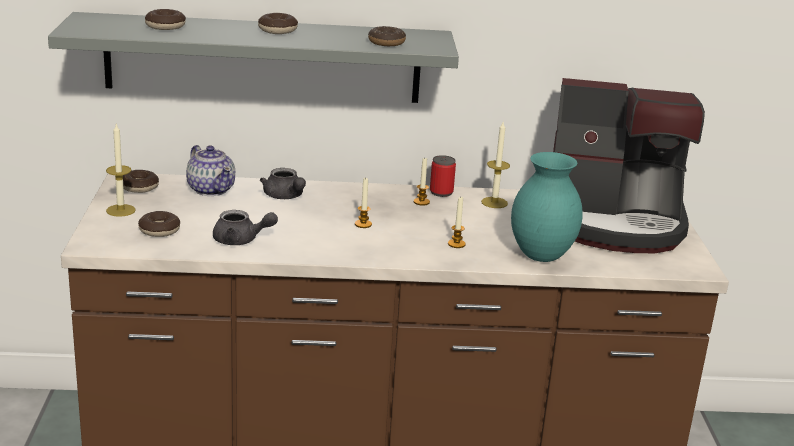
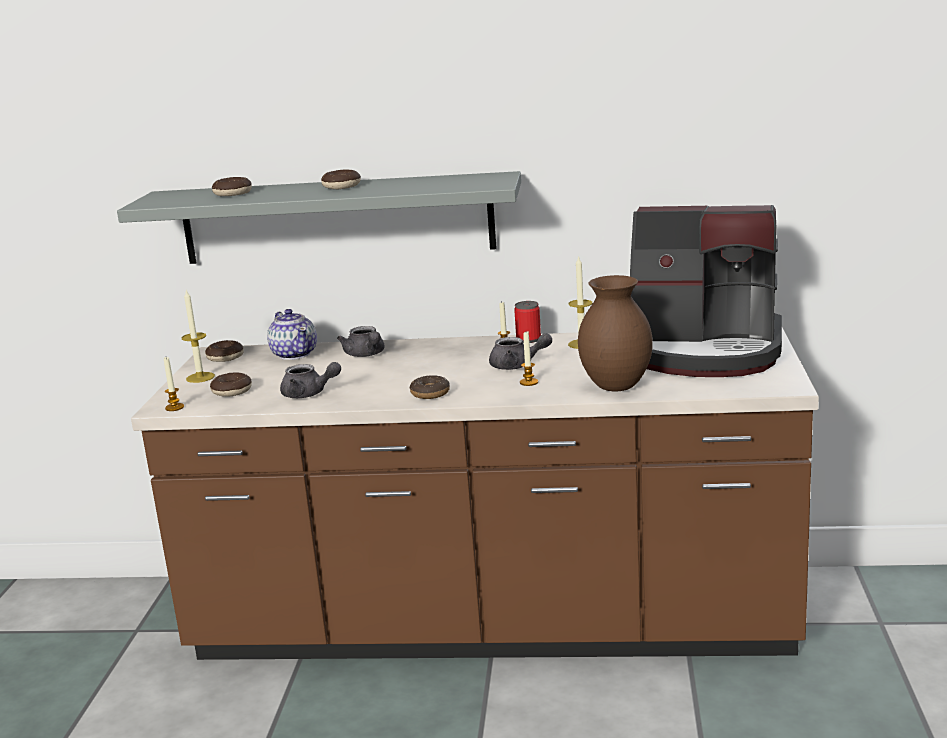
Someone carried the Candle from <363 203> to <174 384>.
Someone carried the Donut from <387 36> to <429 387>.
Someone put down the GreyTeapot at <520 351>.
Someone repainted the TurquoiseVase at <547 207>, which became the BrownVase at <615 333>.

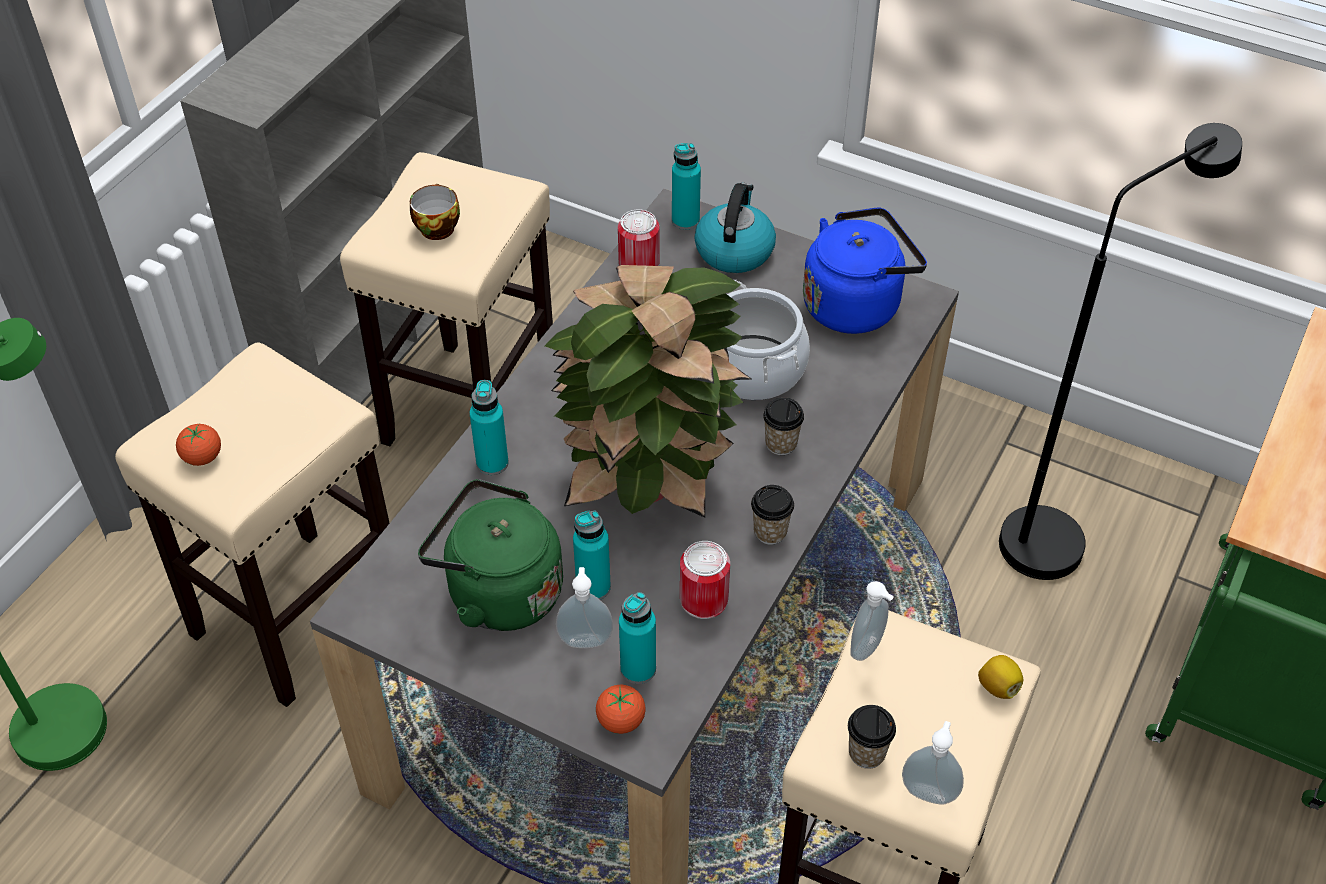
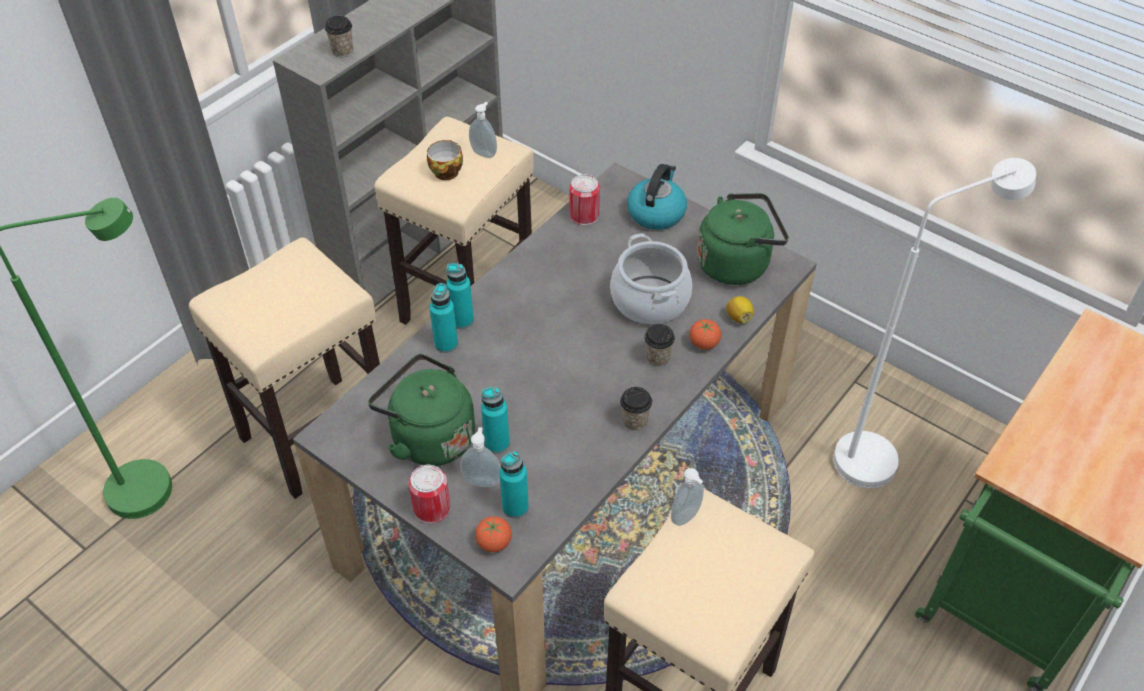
Someone carried the Cup from <872 737> to <339 36>.
Someone carried the Can from <705 580> to <429 494>.
Someone carried the TurquoiseBottle from <686 186> to <460 296>.
Someone carried the SoapDispenser from <933 762> to <483 130>.
Someone carried the Tomato from <198 445> to <705 334>.
Someone repainted the BlueKettle at <865 270>, which became the GreenKettle at <743 239>.
Someone carried the Lemon from <1000 677> to <740 309>.
Someone repainted the BlackFloorLamp at <1120 351>, which became the WhiteFloorLamp at <934 323>.
Someone took away the PottedPlant at <648 391>.

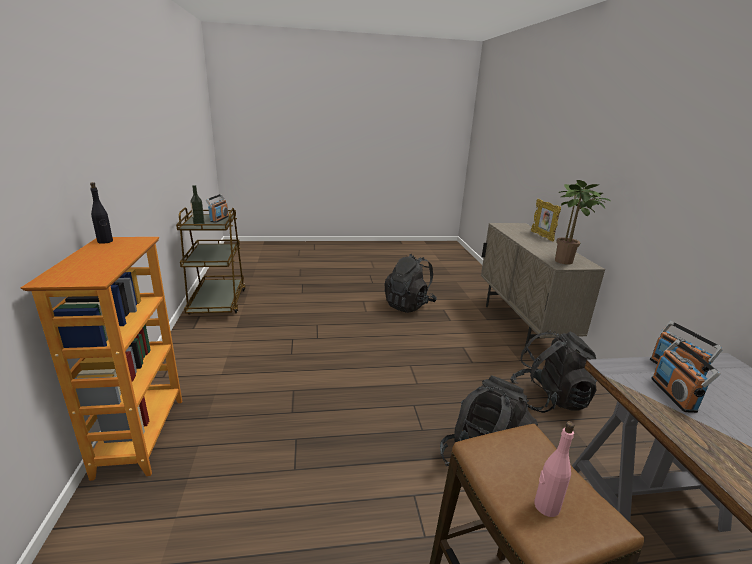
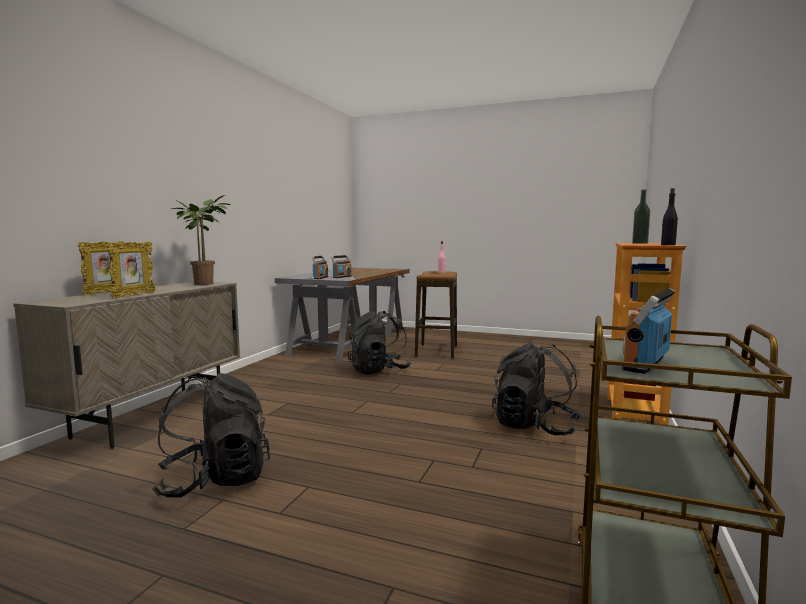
Someone put down the PictureFrame at <131 269>.
Someone carried the BlackBackpack from <553 372> to <537 389>.
Someone carried the Bottle from <197 204> to <641 217>.

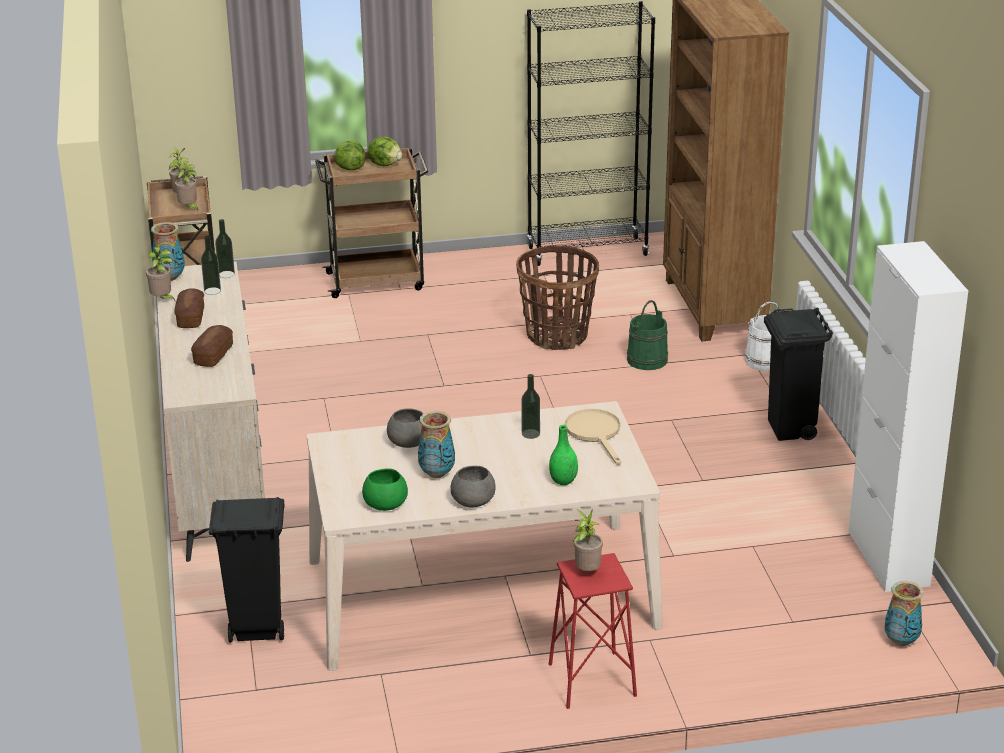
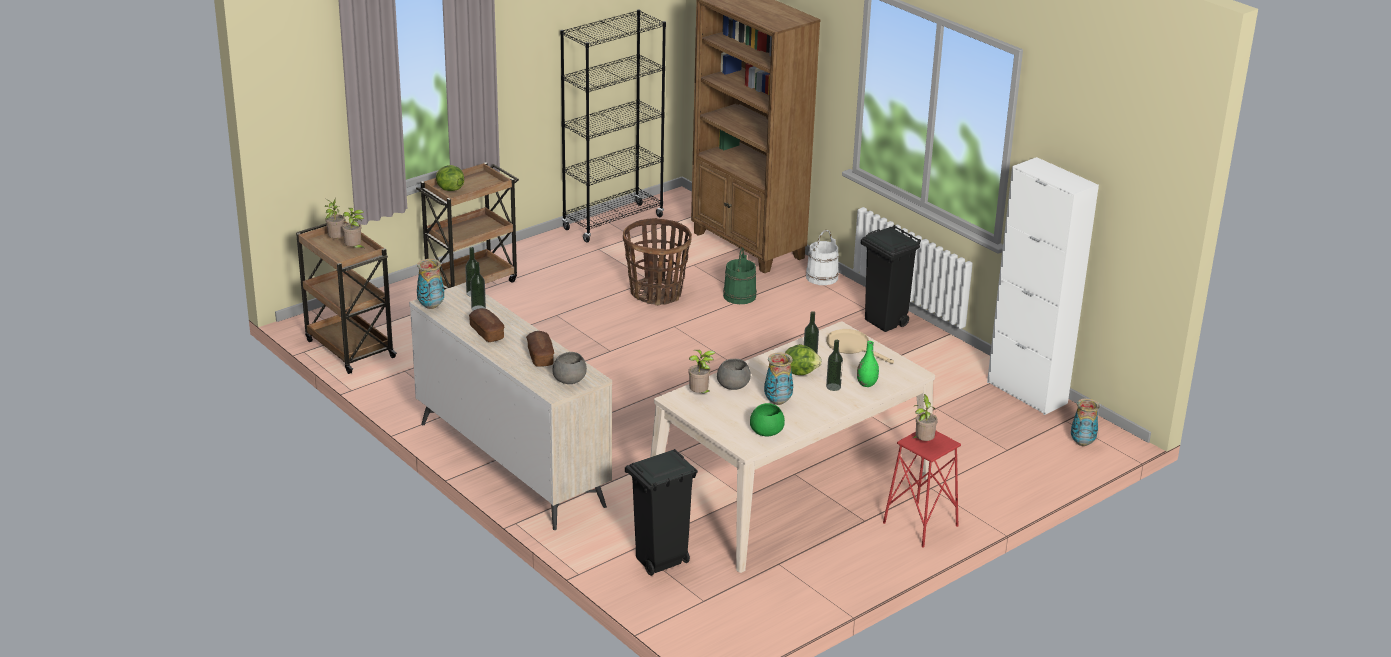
Someone carried the GreyBowl from <473 486> to <570 368>.
Someone carried the PottedPlant from <161 274> to <701 371>.
Someone carried the Lettuce from <384 151> to <803 359>.
Someone put down the Bottle at <834 365>.

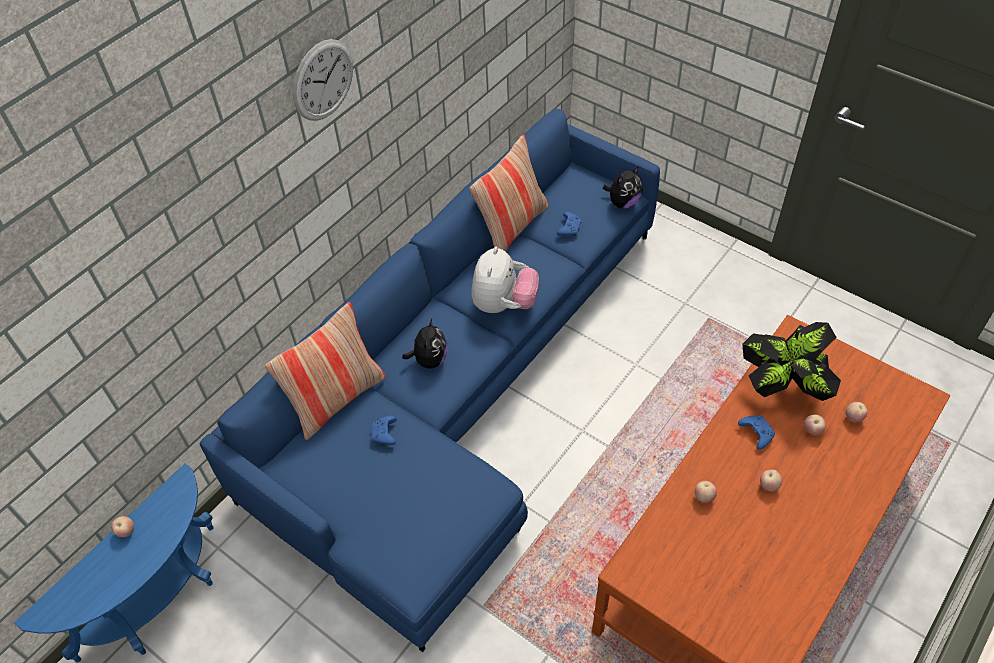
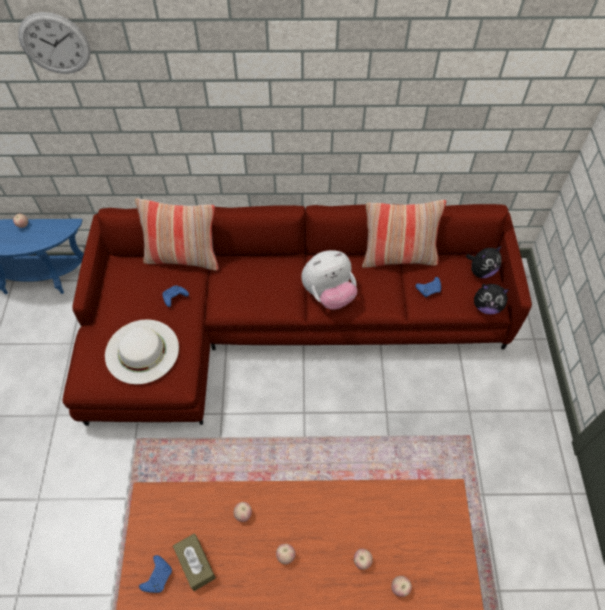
Someone carried the WallClock from <323 80> to <54 43>.
Someone repainted the BlueSofa at <430 380>, which became the RedSofa at <297 315>.
Someone put down the WhiteHat at <142 352>.
Someone carried the BlueGameController from <756 432> to <155 574>.
Someone put down the BrownTissueBox at <194 562>.
Someone carried the PlushToy from <424 343> to <484 262>.
Someone took away the PottedPlant at <792 361>.

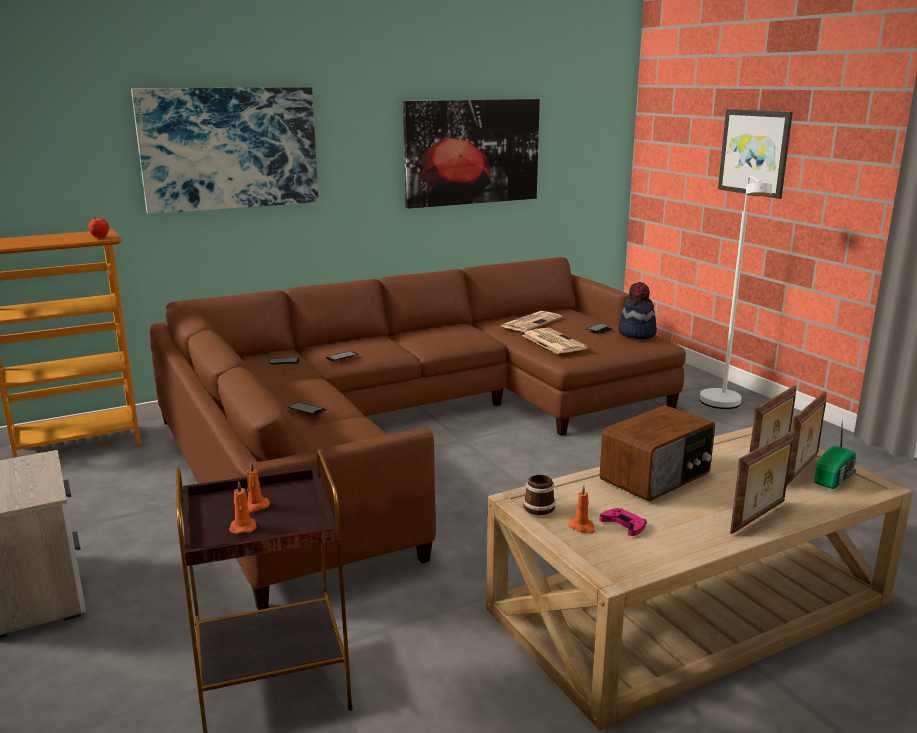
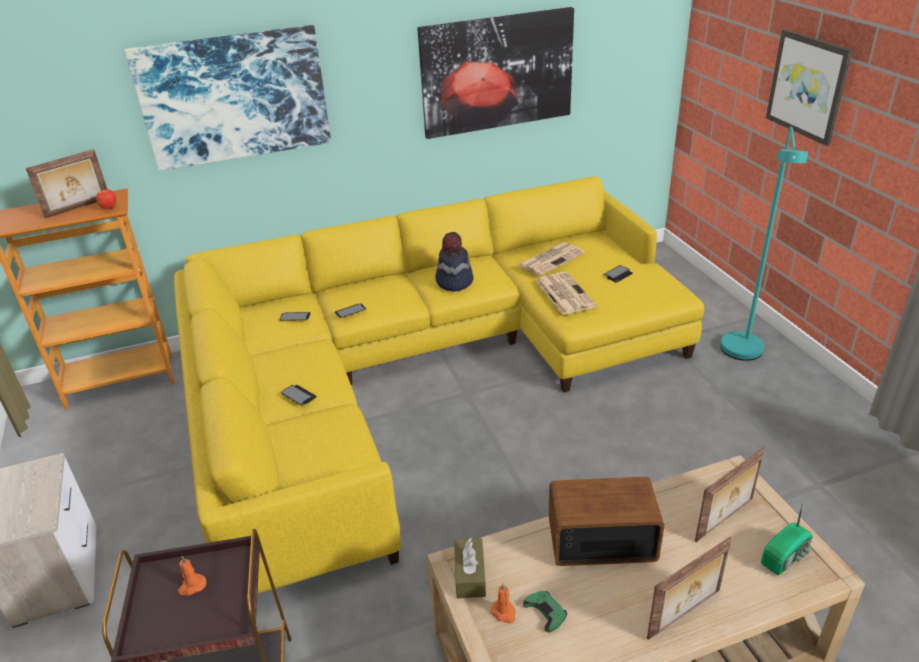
Someone carried the PictureFrame from <806 438> to <66 184>.
Someone repainted the BrownSofa at <418 433>, which became the YellowSofa at <439 385>.
Someone carried the Hat from <637 310> to <454 262>.
Someone swapped the Mug at <539 494> for the BrownTissueBox at <470 568>.
Someone repainted the PinkGameController at <623 522>, which became the GreenGameController at <545 611>.
Someone rotated the Radio at <657 453> by 150 degrees counterclockwise.
Someone repainted the WhiteFloorLamp at <736 292>, which became the TurquoiseFloorLamp at <764 243>.
Someone took away the OrangeCandle at <243 507>.

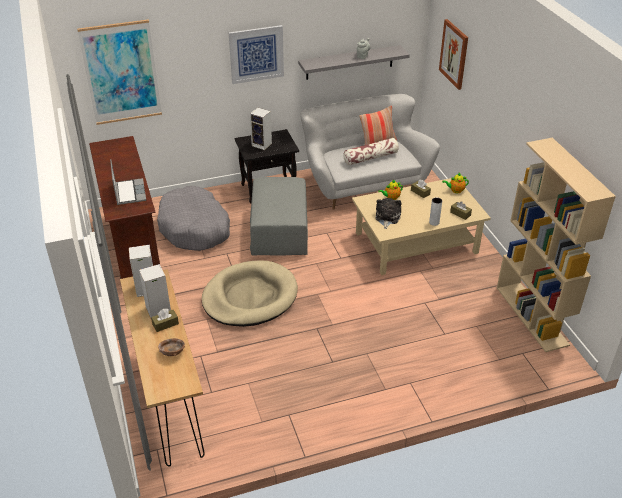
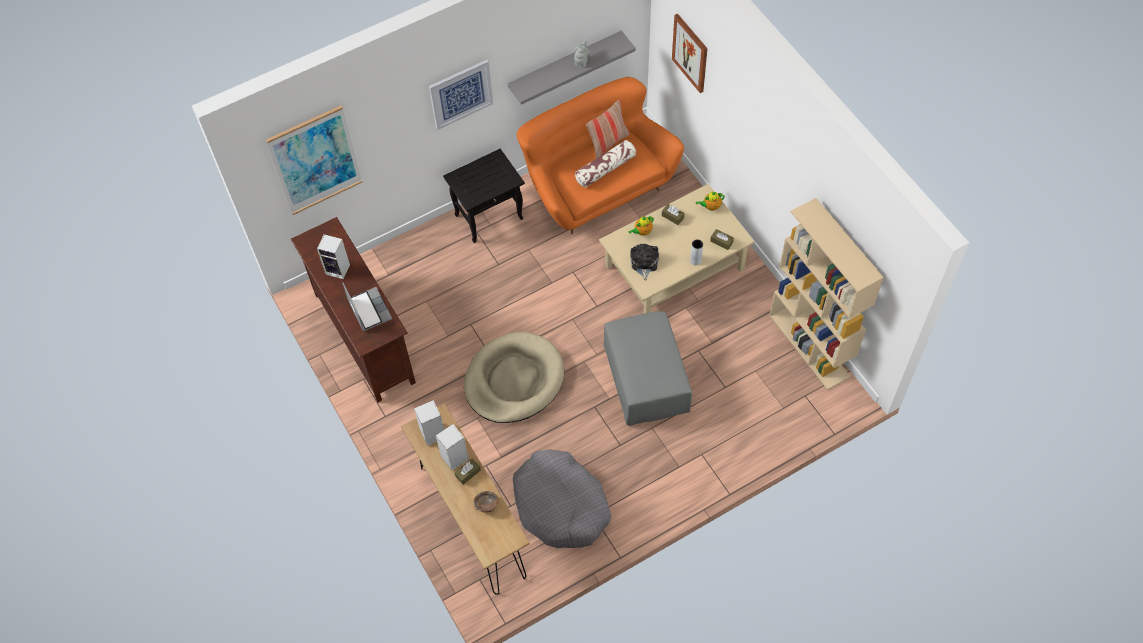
Someone carried the Speaker from <261 128> to <333 256>.
Someone carried the GreyDogBed from <193 218> to <562 498>.
Someone repainted the WhiteSofa at <370 152>, which became the OrangeSofa at <600 155>.
Someone carried the GreyOttoman from <279 216> to <647 368>.

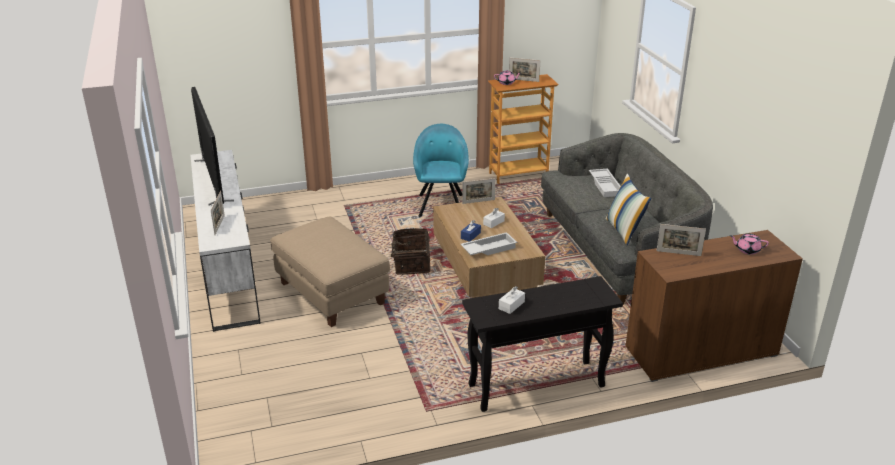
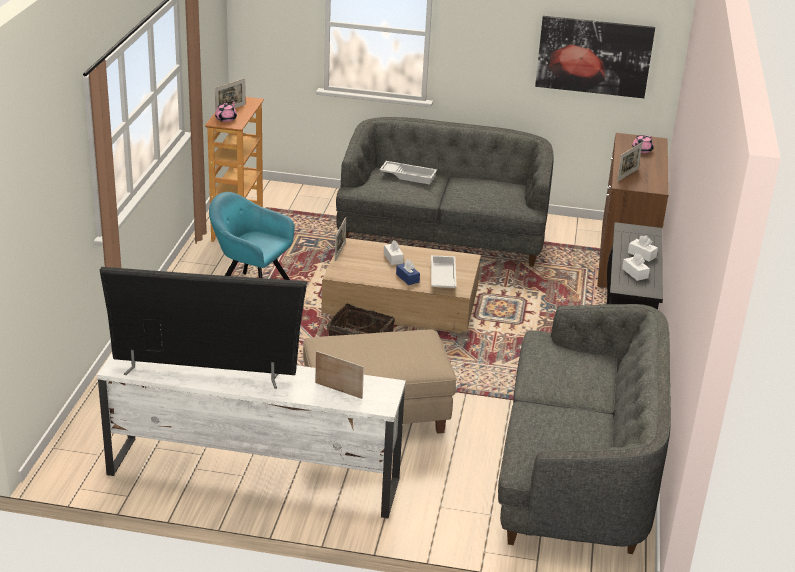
Someone put down the GreySofa at <584 429>.
Someone put up the Picture at <595 57>.
Someone put down the WhiteTissueBox at <643 248>.
Someone took away the Pillow at <628 209>.

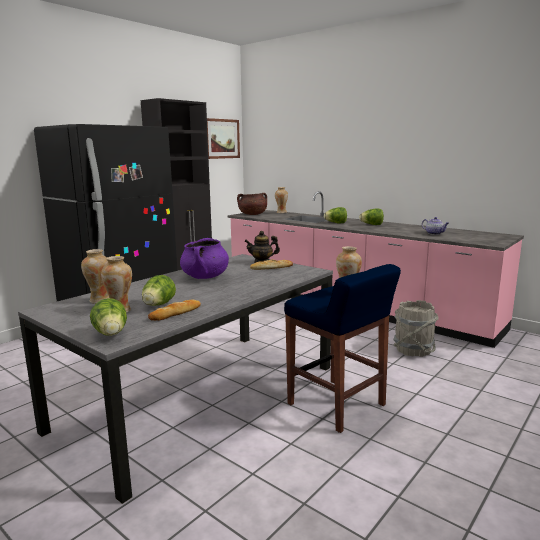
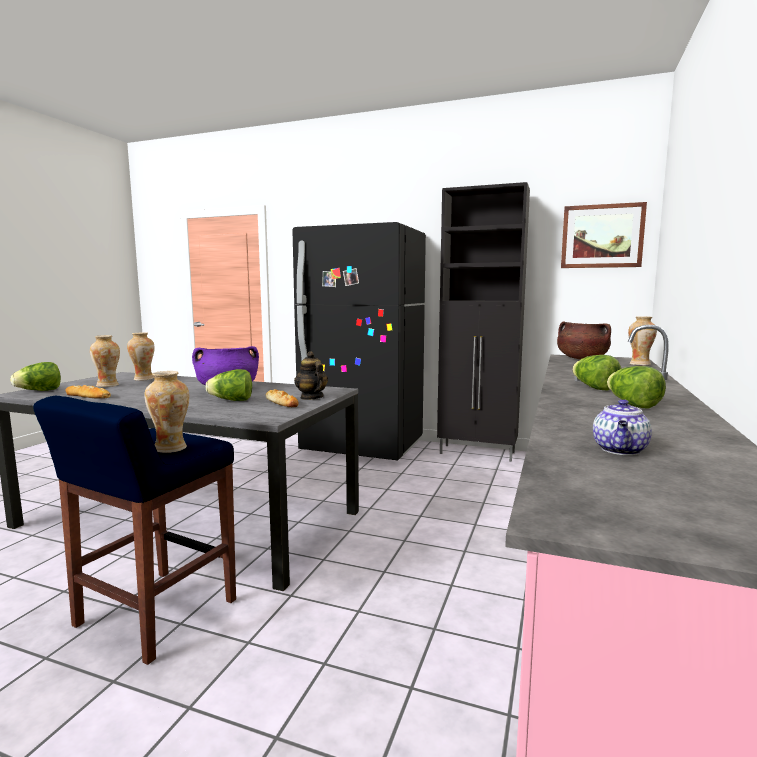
Someone carried the Lettuce from <159 290> to <229 385>.
Someone took away the GreyBucket at <415 328>.

